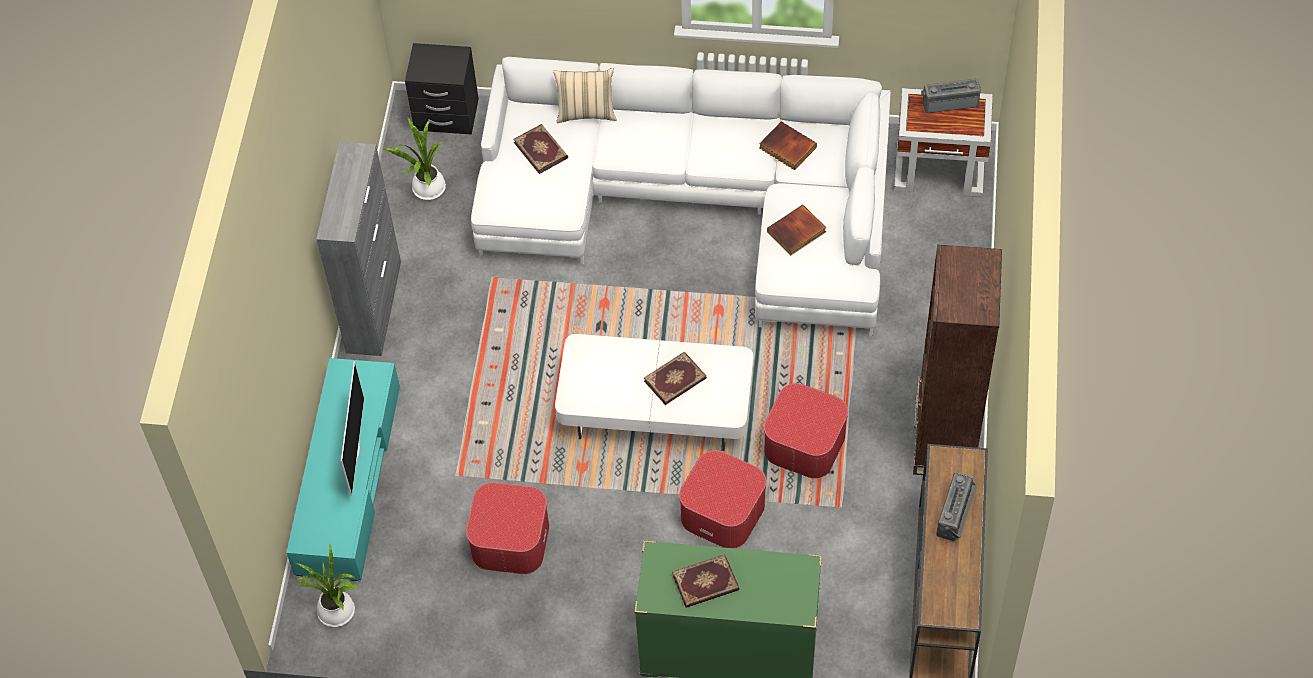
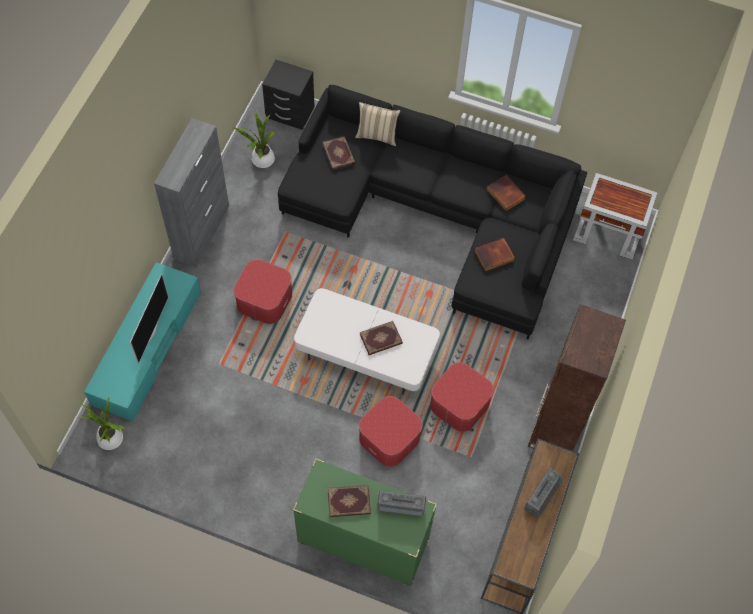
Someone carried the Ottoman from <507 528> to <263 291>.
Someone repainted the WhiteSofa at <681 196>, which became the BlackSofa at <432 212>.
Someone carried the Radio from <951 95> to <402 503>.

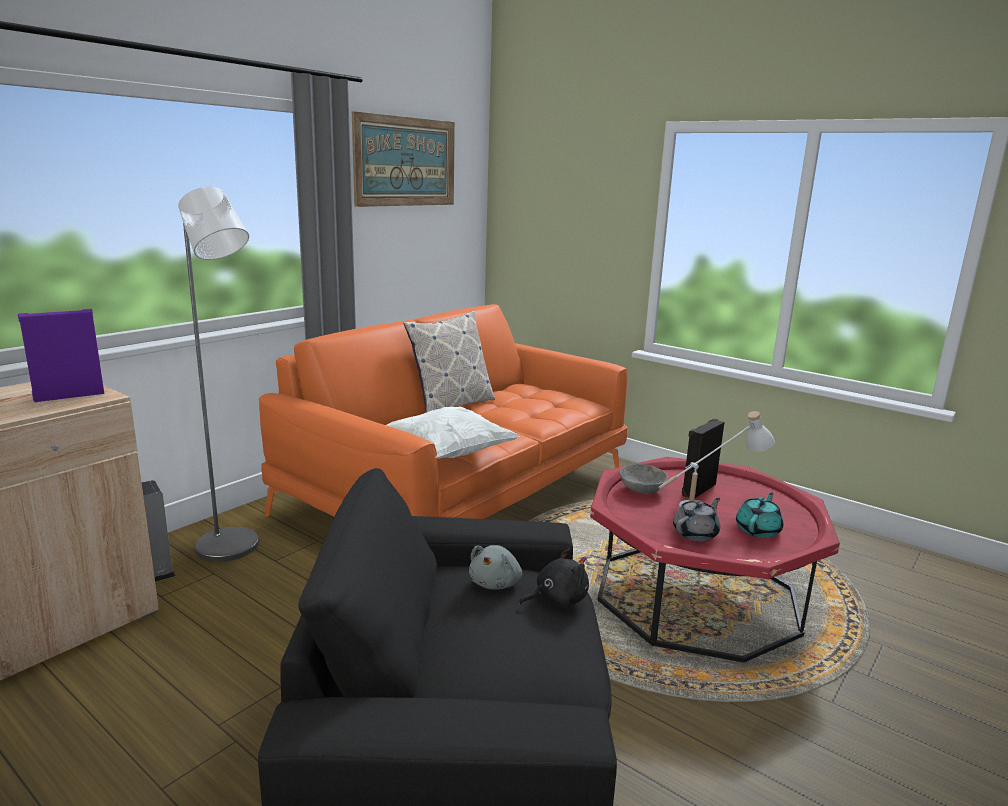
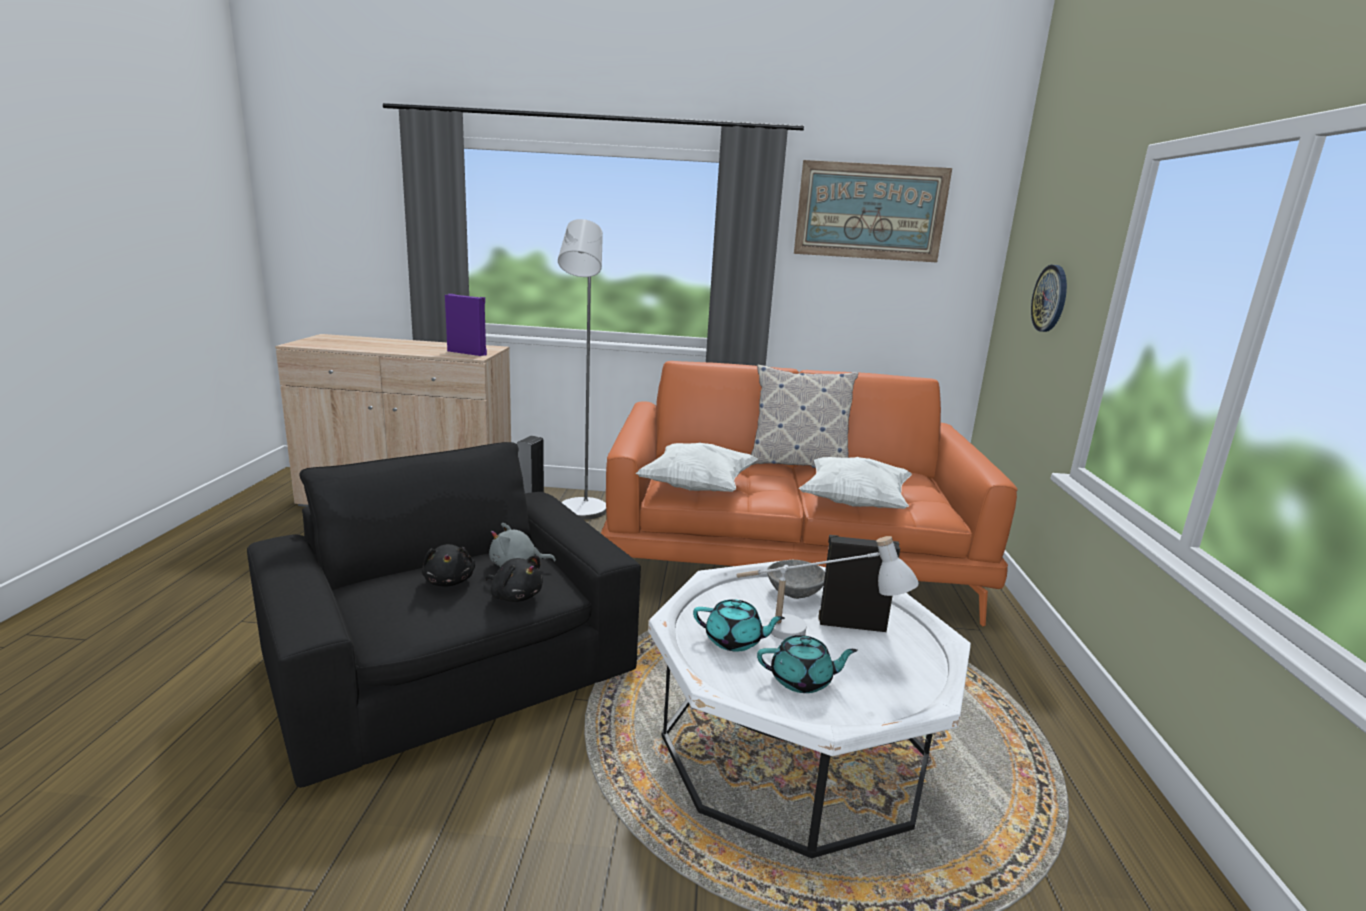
Someone put down the BlackPlushToy at <448 565>.
Someone repainted the RedCoffeeTable at <715 559>, which became the WhiteCoffeeTable at <809 709>.
Someone repainted the GreyTeapot at <696 519>, which became the TurquoiseTeapot at <739 625>.
Someone put down the WhitePillow at <855 483>.
Someone put up the WallClock at <1049 298>.

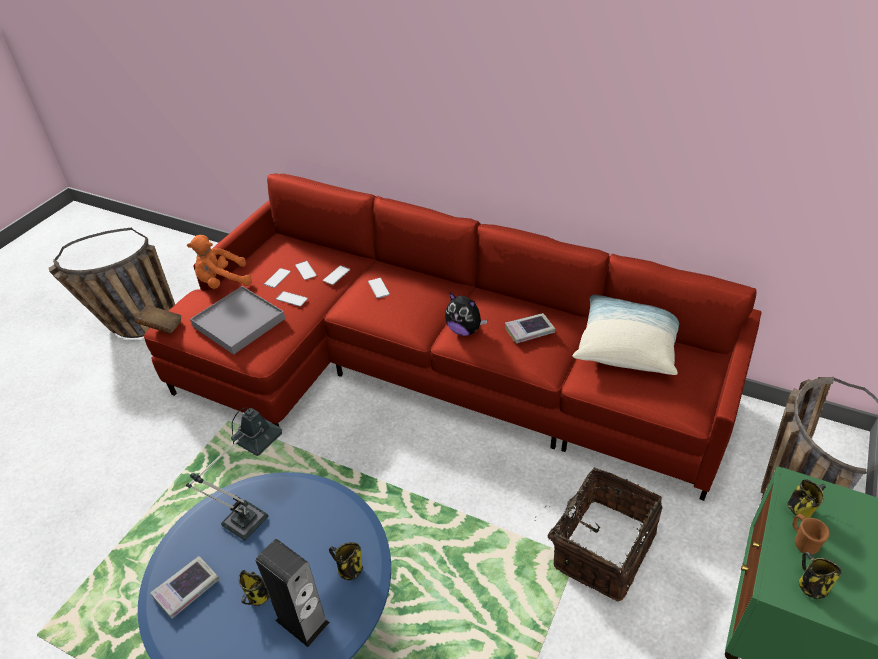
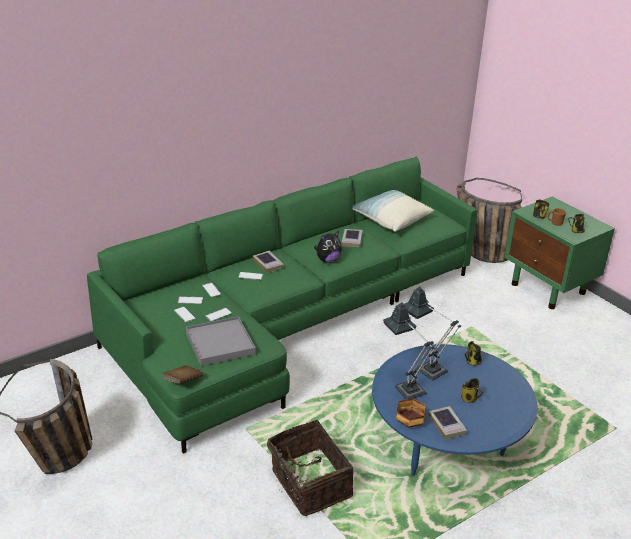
Someone repainted the RedSofa at <453 337>, which became the GreenSofa at <282 305>.
Someone put down the Book at <268 262>.
Someone carried the Basket from <598 534> to <310 468>.
Someone put down the Bowl at <411 412>.
Someone put down the TableLamp at <432 334>.
Someone took away the OrangePlushToy at <219 262>.
Someone took away the Speaker at <293 593>.

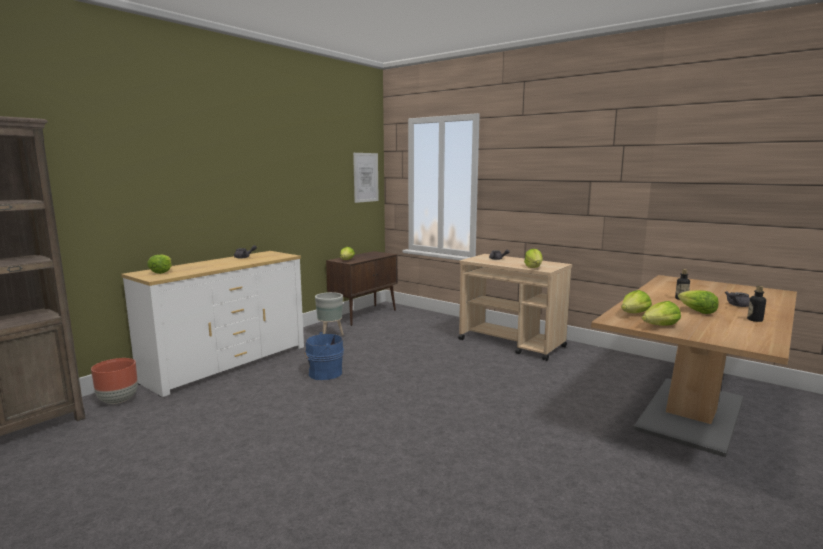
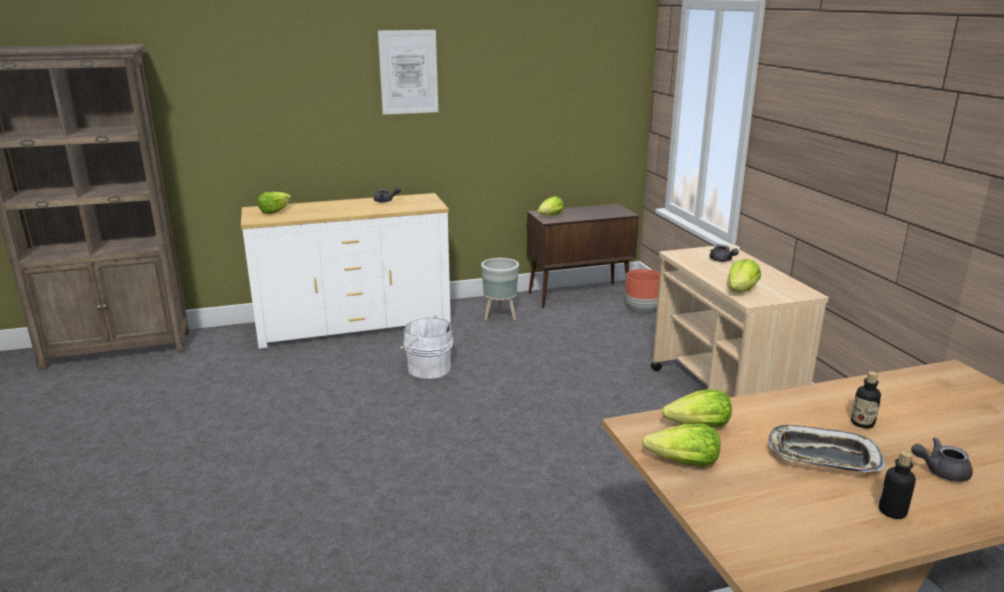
Someone carried the Picture from <366 178> to <408 72>.
Someone repainted the BlueBucket at <324 356>, which became the WhiteBucket at <426 347>.
Someone carried the BrownPlanter from <114 381> to <642 290>.
Someone swapped the Lettuce at <698 302> for the Tray at <827 448>.

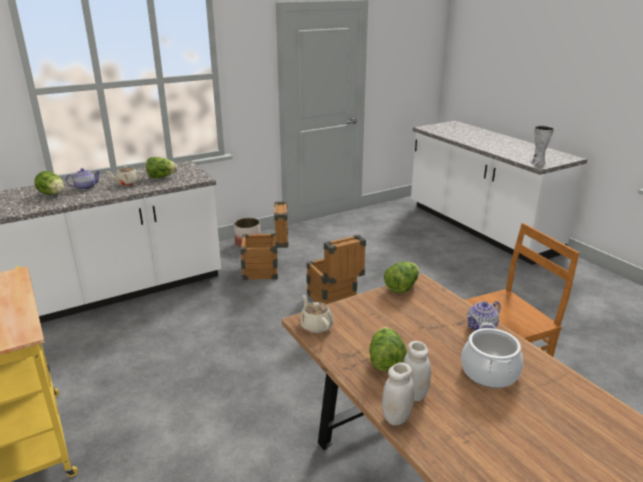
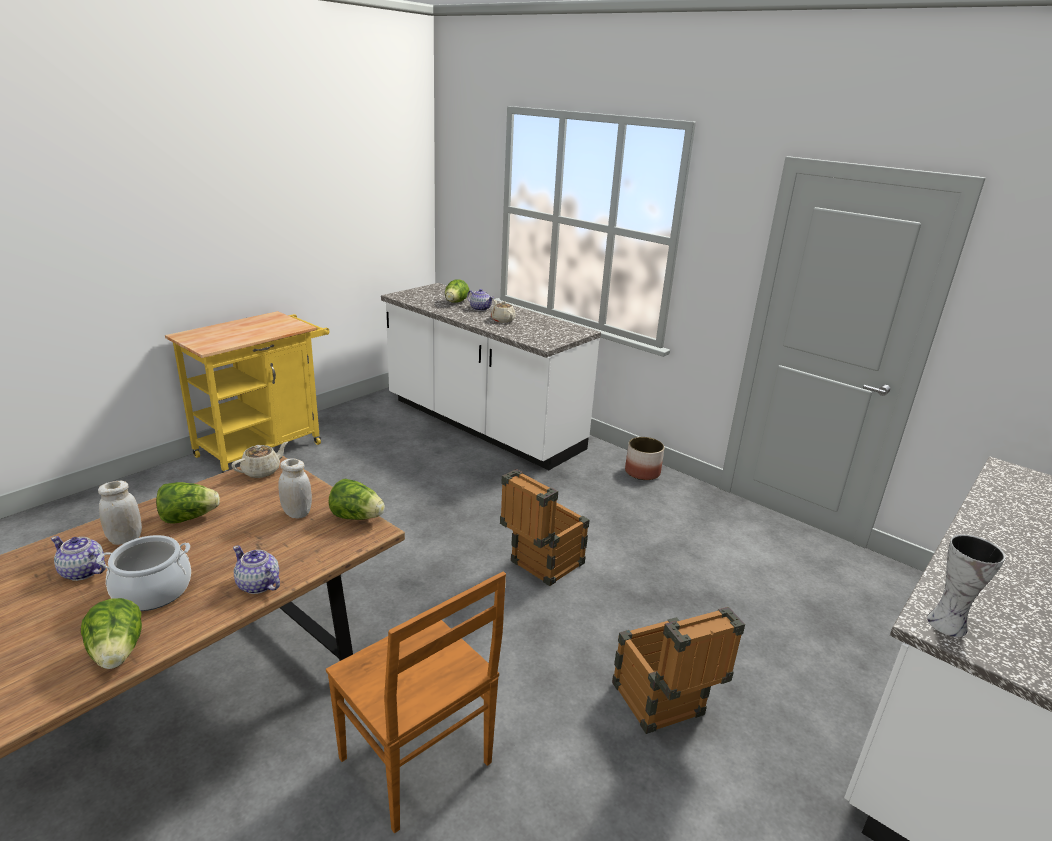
Someone put down the Teapot at <78 558>.
Someone carried the Lettuce from <162 167> to <111 633>.
Someone carried the WhiteJar from <398 394> to <295 488>.
Someone carried the Crate from <264 240> to <678 670>.

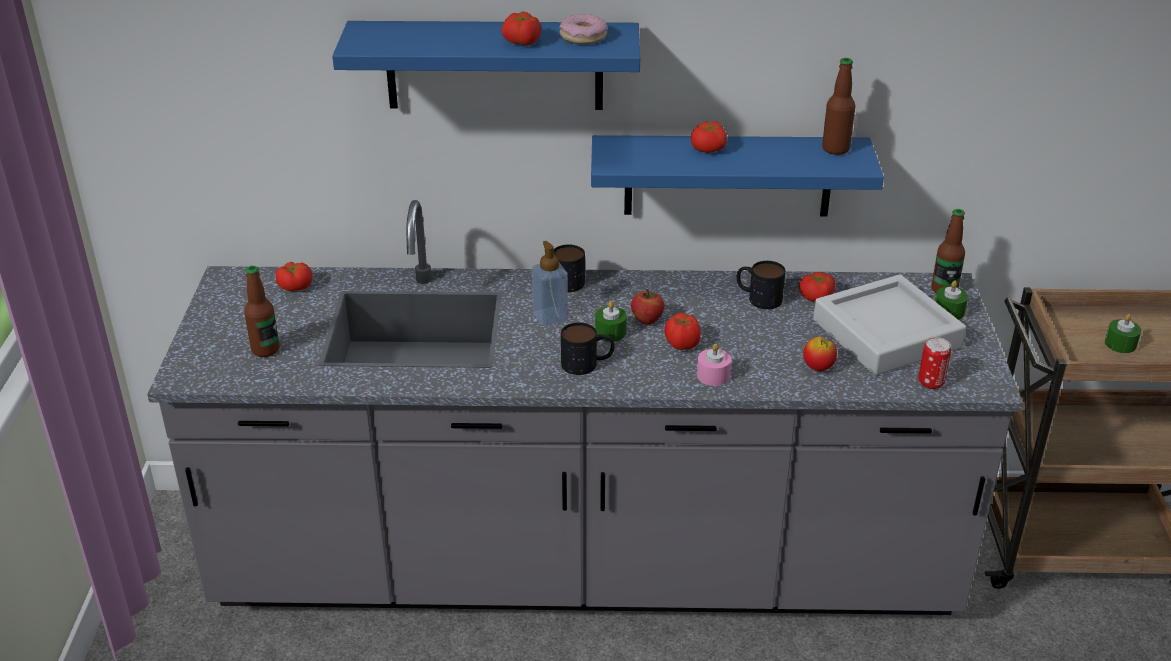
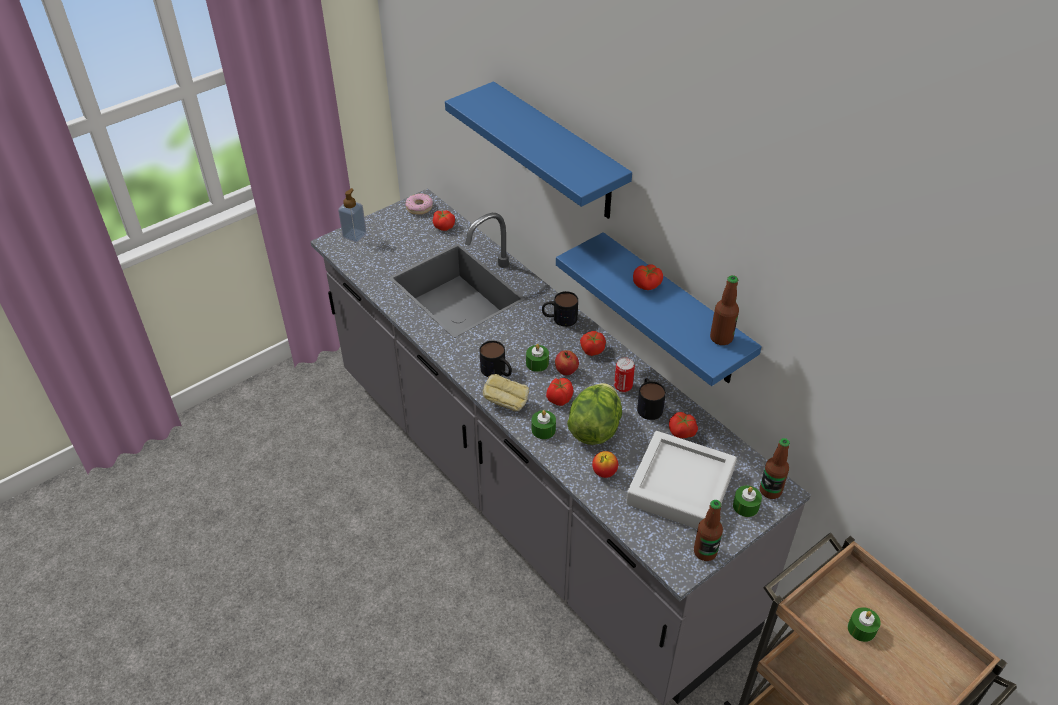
Someone carried the SoapDispenser from <550 283> to <352 215>.
Someone carried the Donut from <583 29> to <419 204>.
Someone put down the Bread at <506 392>.
Someone repainted the PinkCandle at <714 365>, which became the GreenCandle at <544 424>.
Someone put down the Lettuce at <594 414>.
Someone carried the Tomato from <521 29> to <593 343>.
Someone carried the Can from <934 363> to <624 375>.
Someone carried the Bottle from <262 311> to <708 530>.

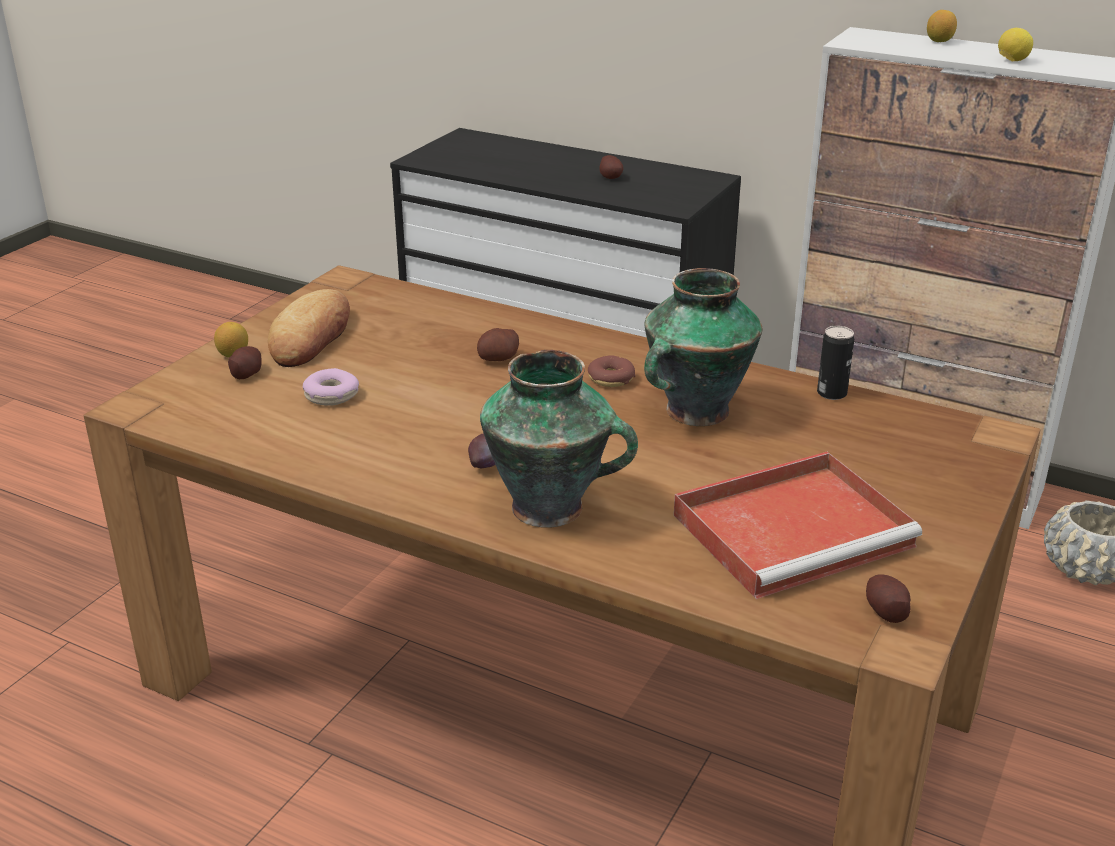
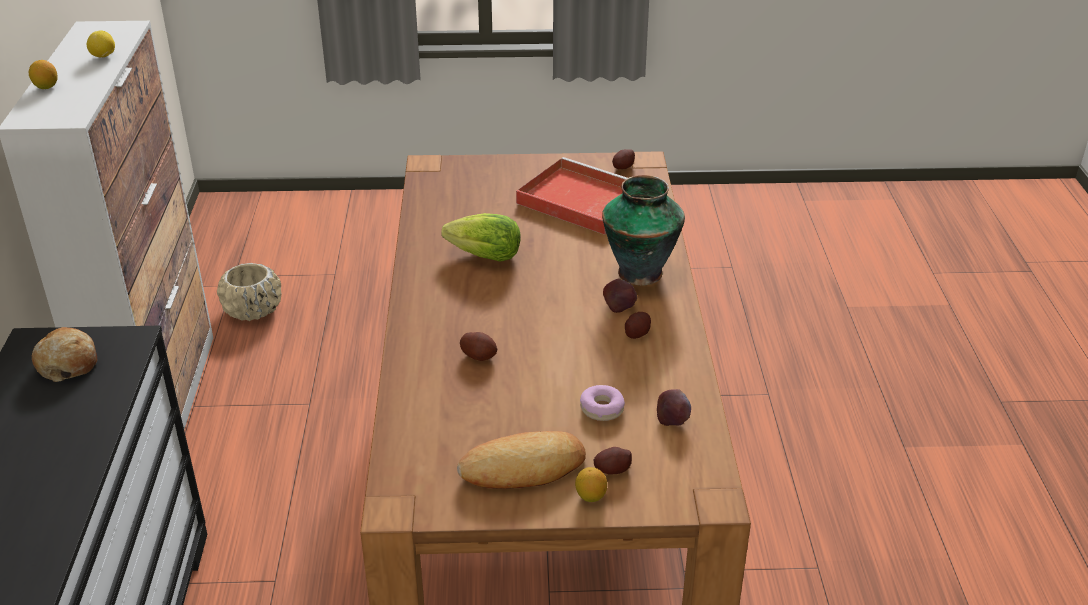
Someone put down the Bread at <64 354>.
Someone swapped the Vase at <703 347> for the Lettuce at <481 237>.
Someone carried the Potato from <611 167> to <638 325>.
Someone put down the Apple at <674 407>.
Someone took away the Donut at <611 371>.
Someone took away the Can at <835 363>.

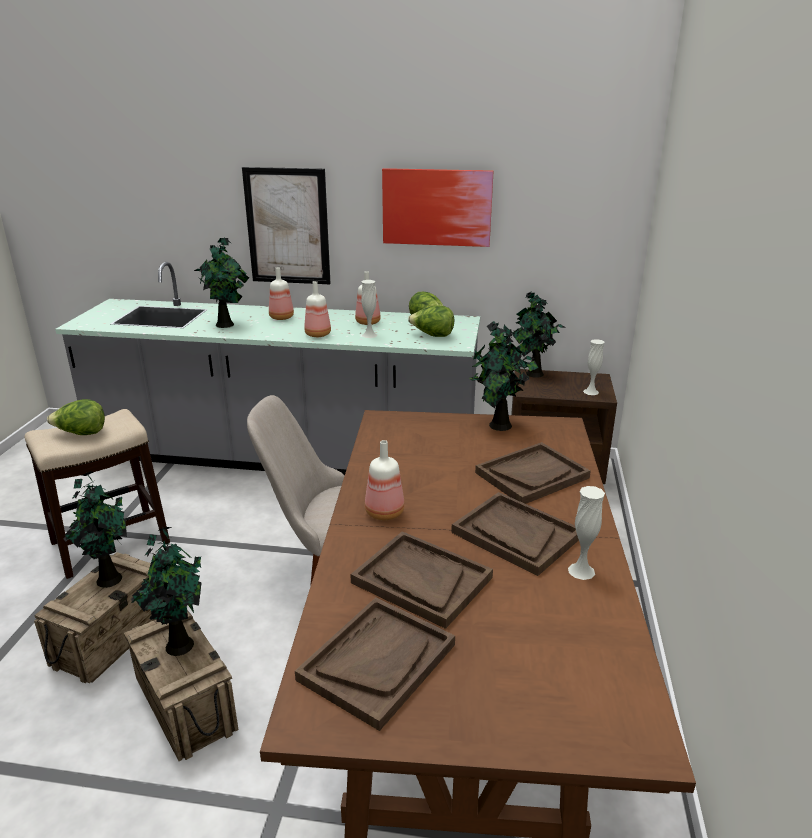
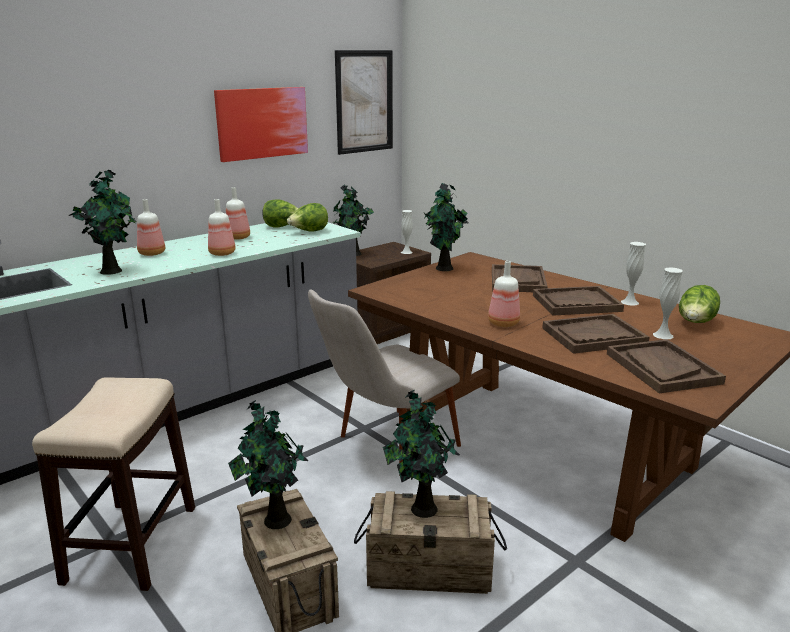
Someone carried the Picture from <286 225> to <364 102>.
Someone carried the WhiteVase from <369 309> to <668 303>.
Someone carried the Lettuce from <76 417> to <699 304>.

